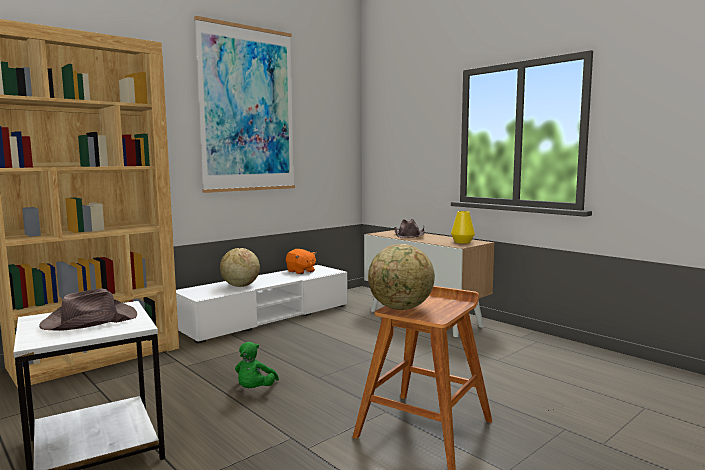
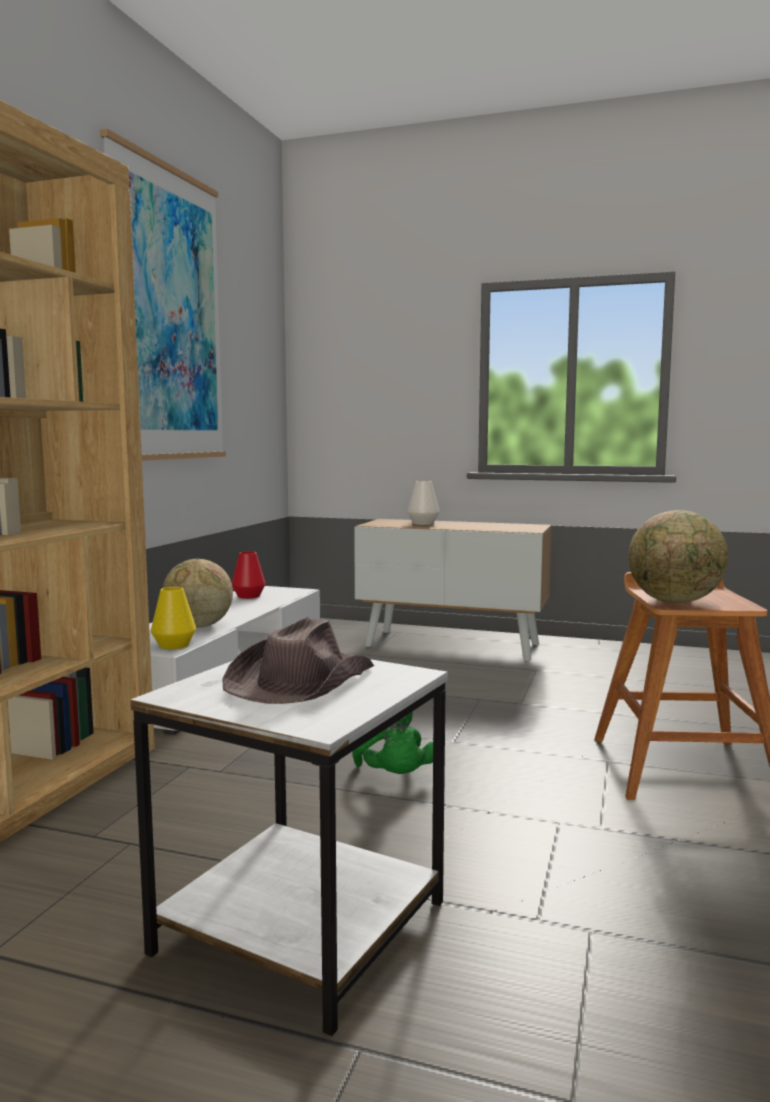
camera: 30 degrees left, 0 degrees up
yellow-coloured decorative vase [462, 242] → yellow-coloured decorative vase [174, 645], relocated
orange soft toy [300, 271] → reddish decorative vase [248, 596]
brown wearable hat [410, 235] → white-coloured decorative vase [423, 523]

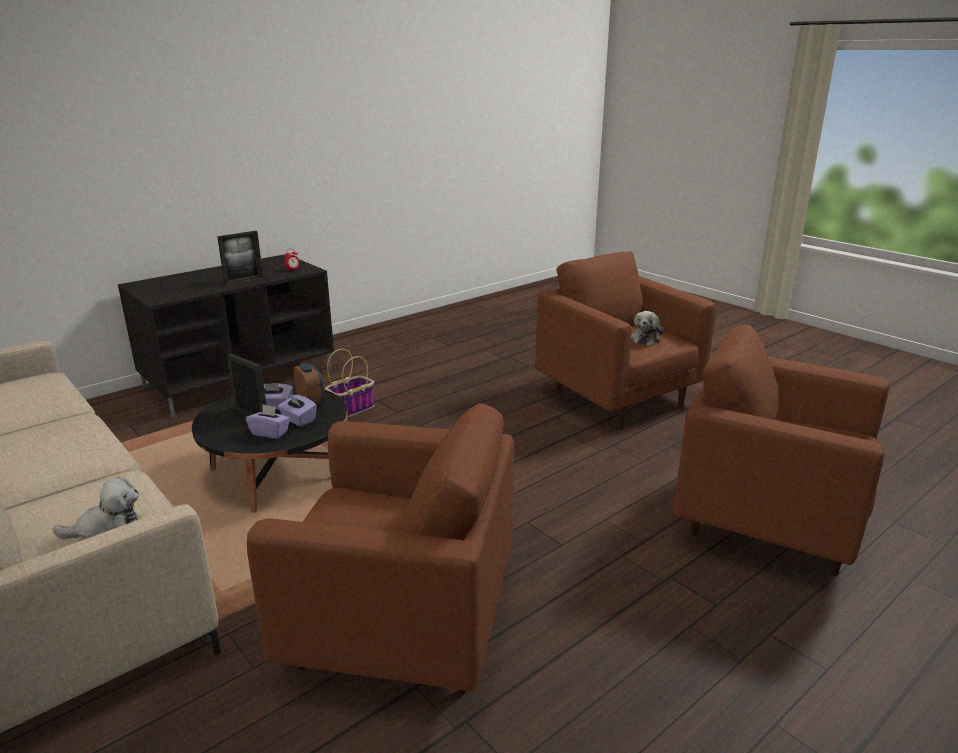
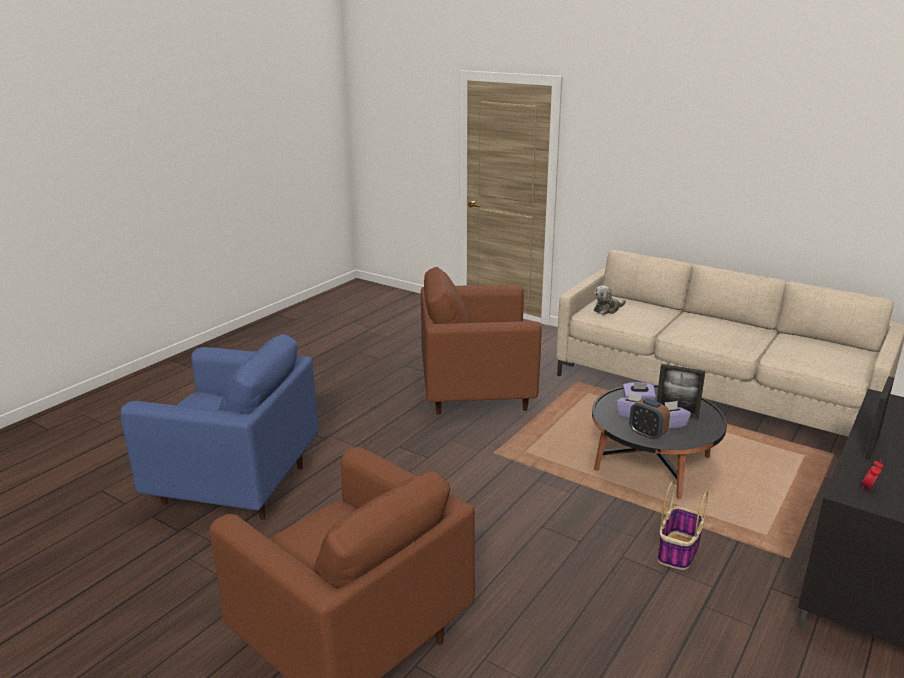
camera: 165 degrees right, 0 degrees up
brown easy chair [767, 523] → bluish easy chair [236, 485]
soft toy [645, 339] → -

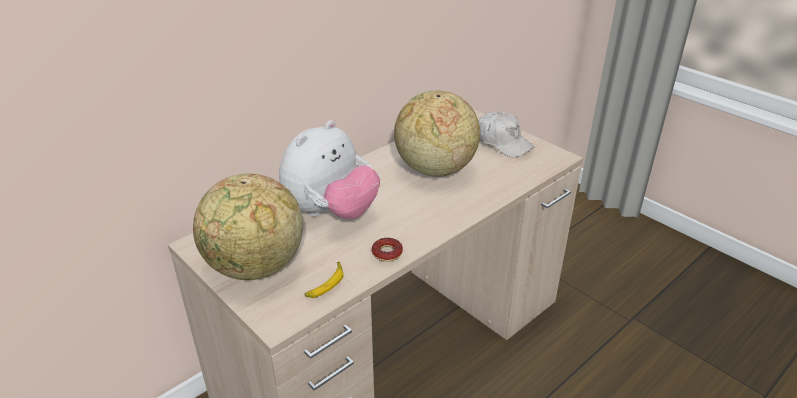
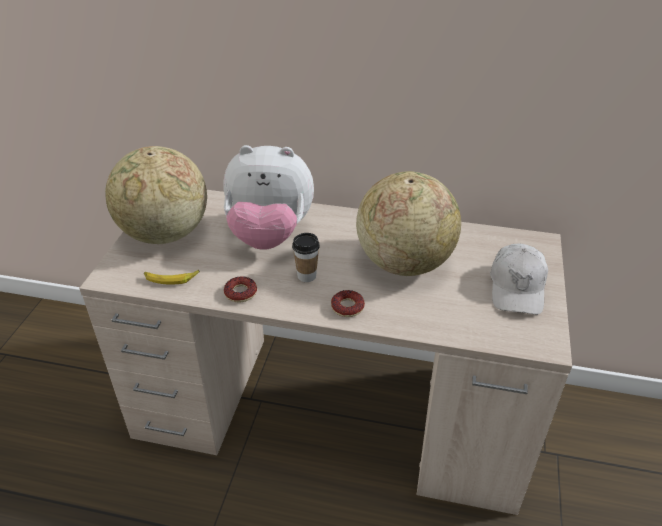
camera: 55 degrees right, 5 degrees up
- → cup [306, 276]
- → doughnut [347, 307]

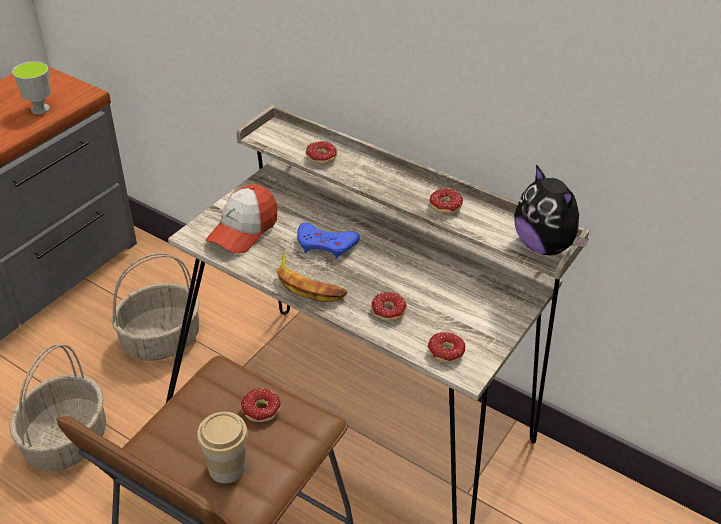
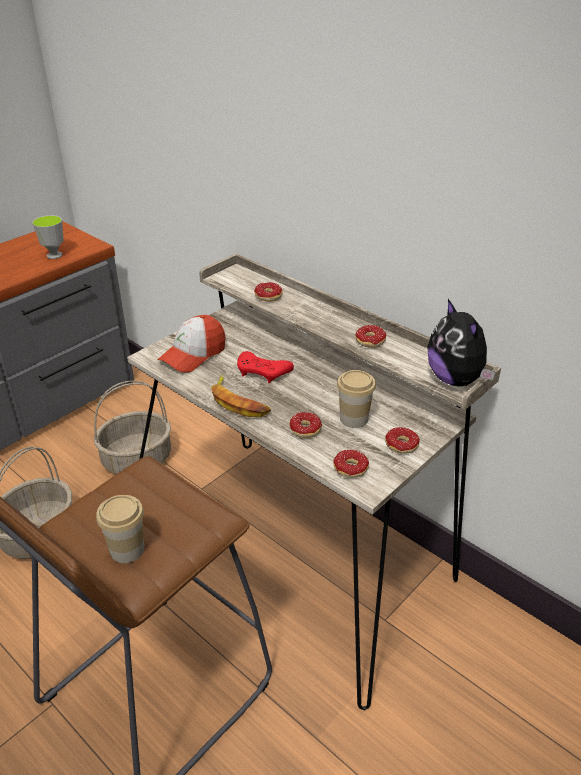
camera: 10 degrees right, 5 degrees down
bluish game controller [326, 244] → reddish game controller [263, 371]
- → cup [354, 419]
doughnut [259, 415] → doughnut [400, 449], relocated

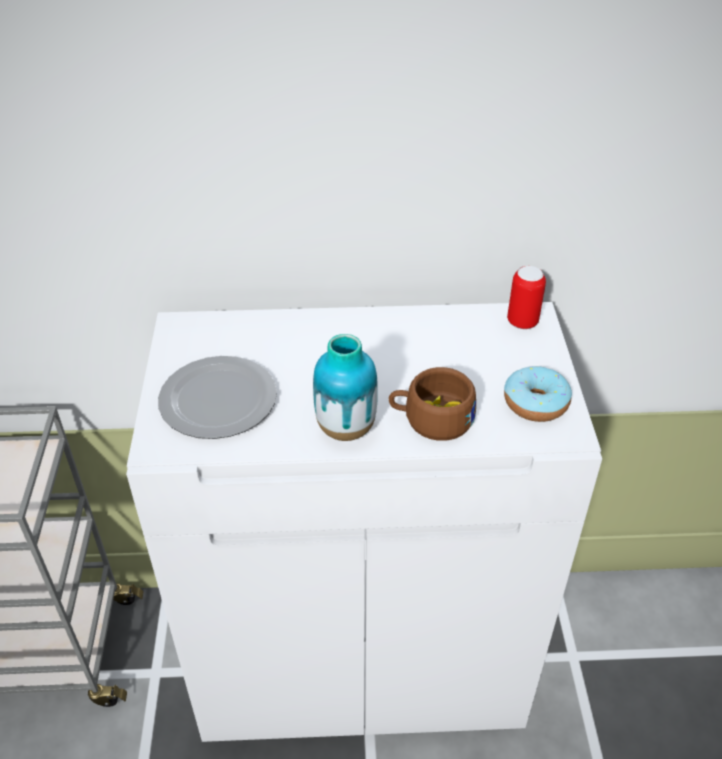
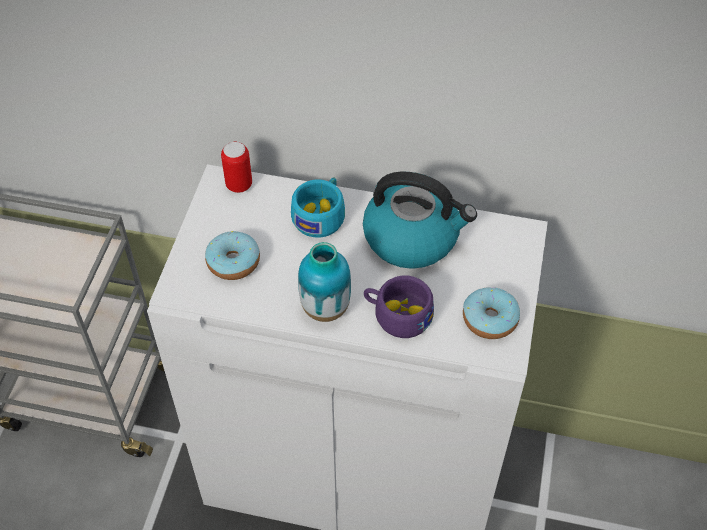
camera: 15 degrees right, 10 degrees up
dinner plate [219, 401] → doughnut [233, 262]
can [522, 322] → can [239, 185], relocated
- → blue-green cup [321, 215]
- → water kettle [413, 238]
brown cup [431, 419] → purplish cup [397, 315]

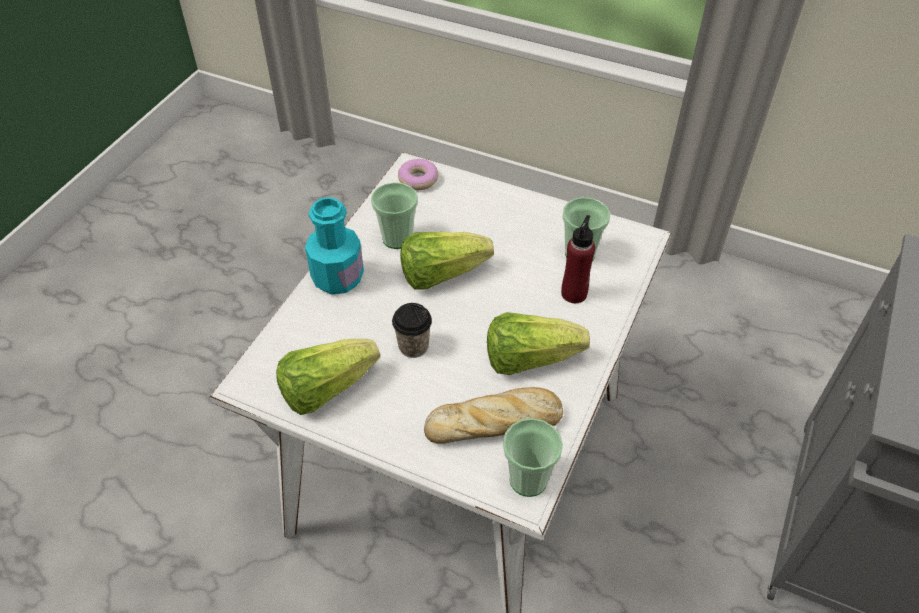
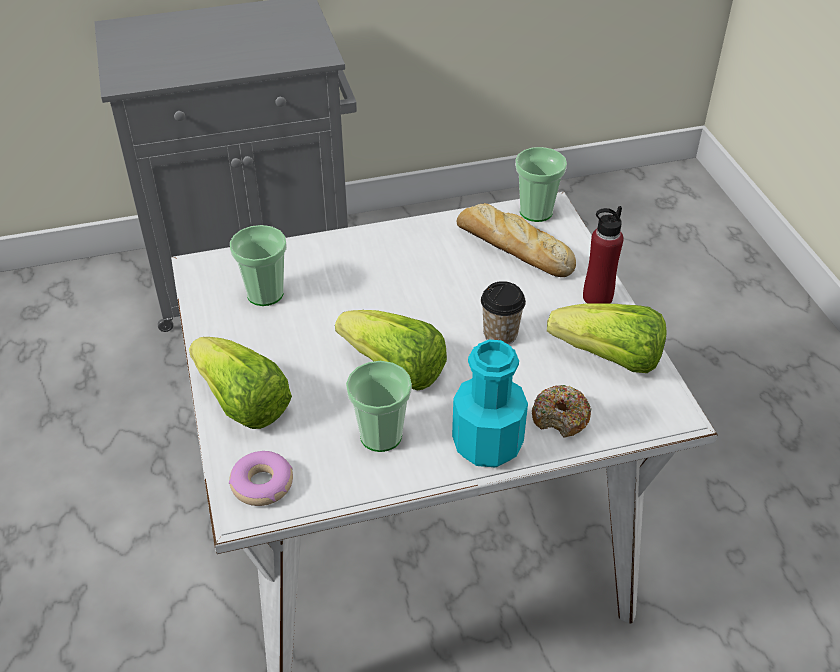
camera: 130 degrees left, 5 degrees down
lettuce [529, 359] → lettuce [242, 403], relocated
- → doughnut [560, 418]
reddish bottle [574, 293] → reddish bottle [597, 297], relocated

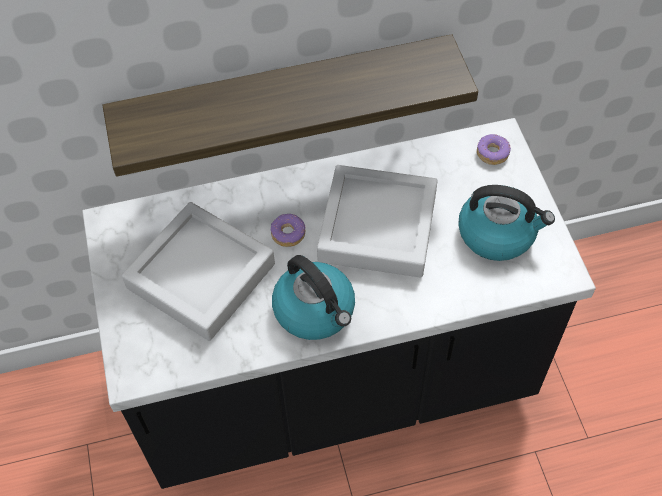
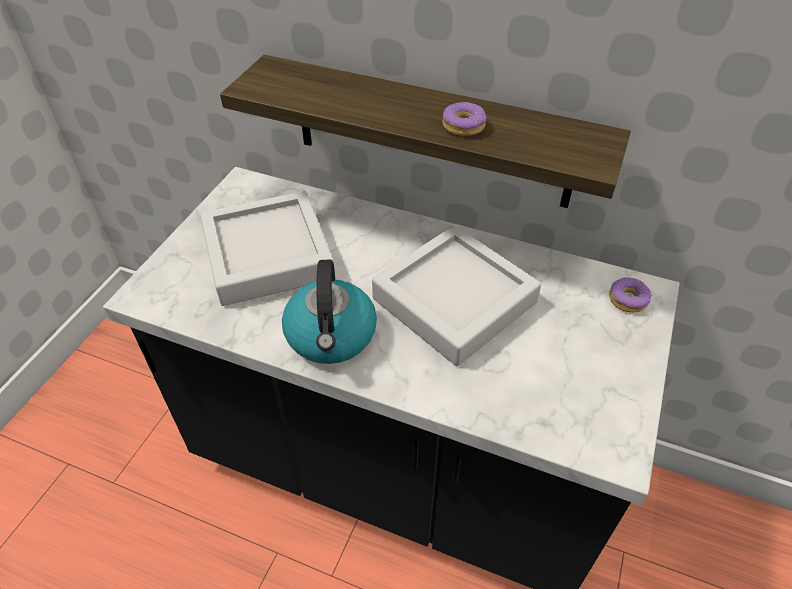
camera: 35 degrees right, 10 degrees down
doughnut [288, 233] → doughnut [463, 126], relocated
water kettle [498, 234] → -

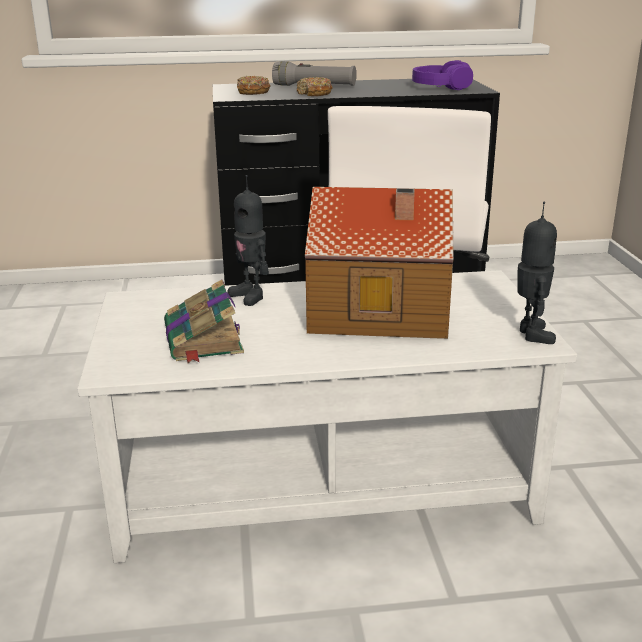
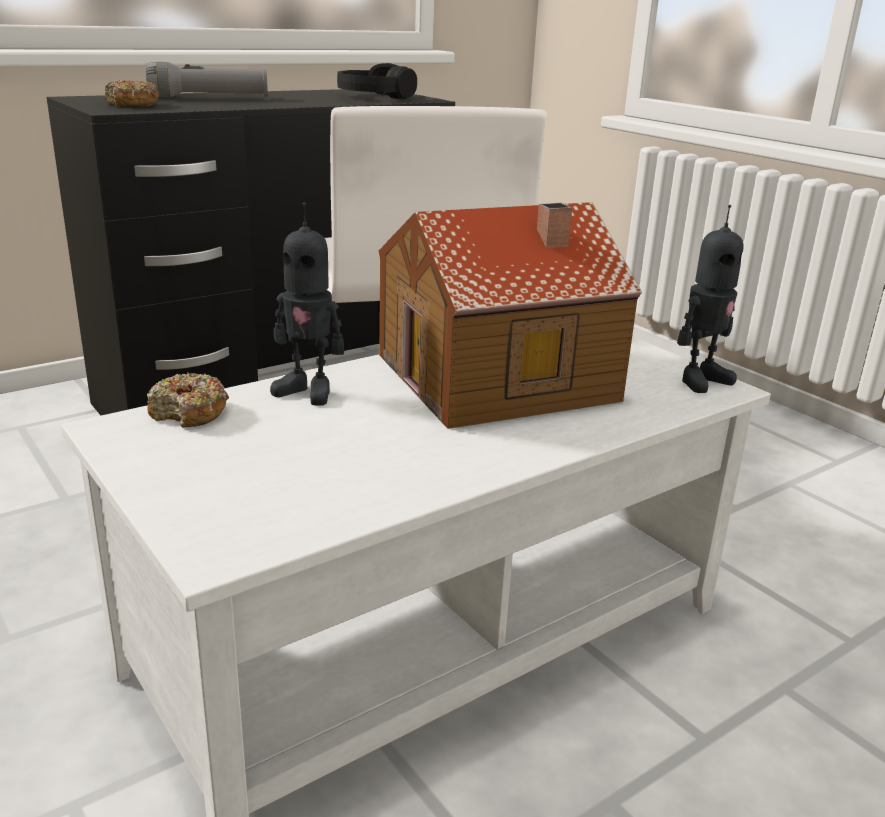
camera: 30 degrees left, 0 degrees up
doughnut [314, 93] → doughnut [189, 412], relocated
purplish pair of headphones [441, 87] → blackish pair of headphones [375, 96]
robot figure [530, 334] → robot figure [700, 380], 90 degrees clockwise
bound book [203, 340] → -

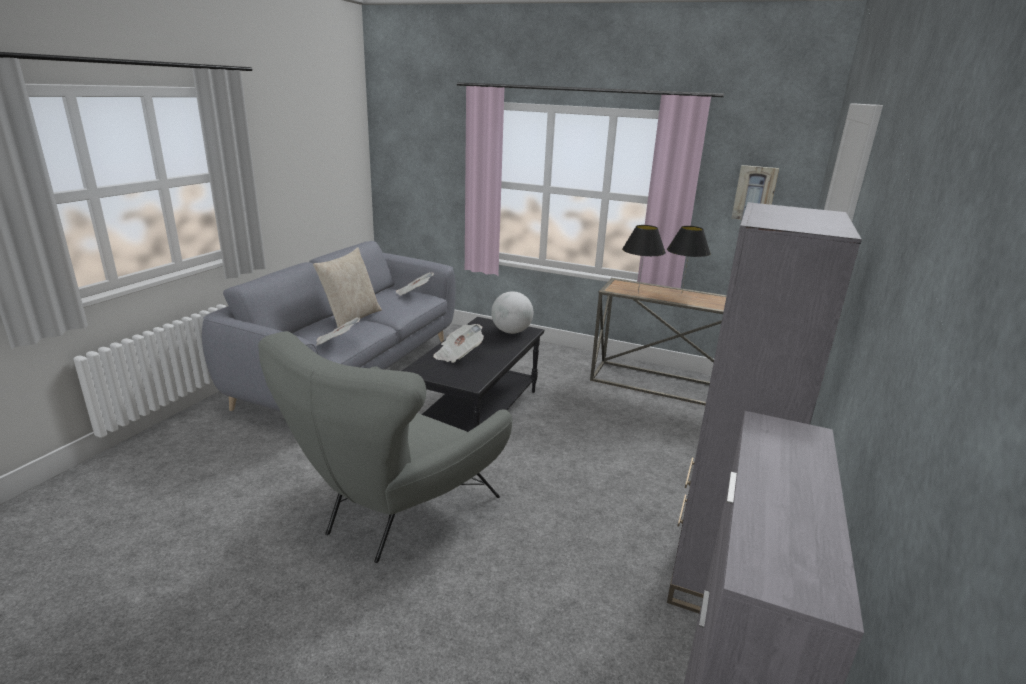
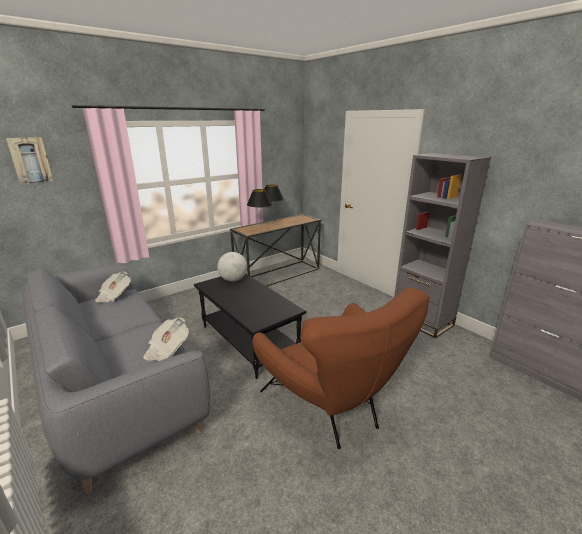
camera: 60 degrees left, 0 degrees up
picture [754, 193] → picture [30, 160], relocated
greyish easy chair [394, 513] → brown easy chair [333, 407]
sand-coloured cushion [351, 319] → -
newspaper [458, 355] → -

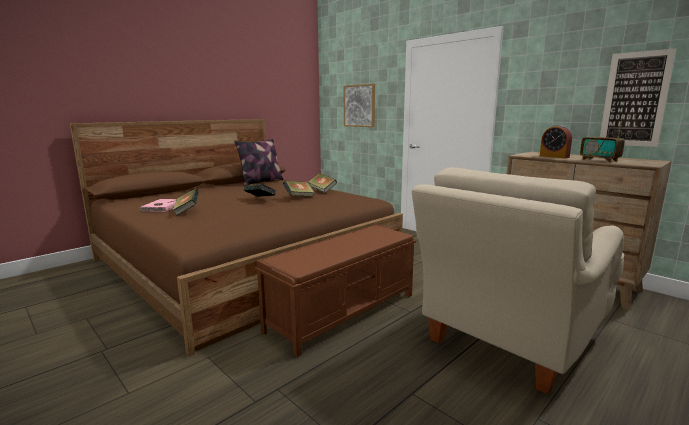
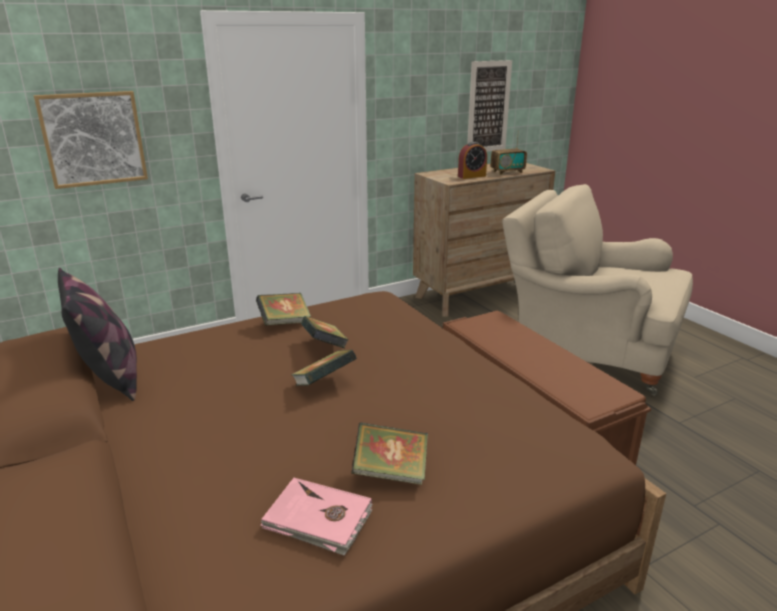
camera: 75 degrees left, 10 degrees up
sand-coloured easy chair [509, 339] → sand-coloured easy chair [587, 354], 150 degrees clockwise

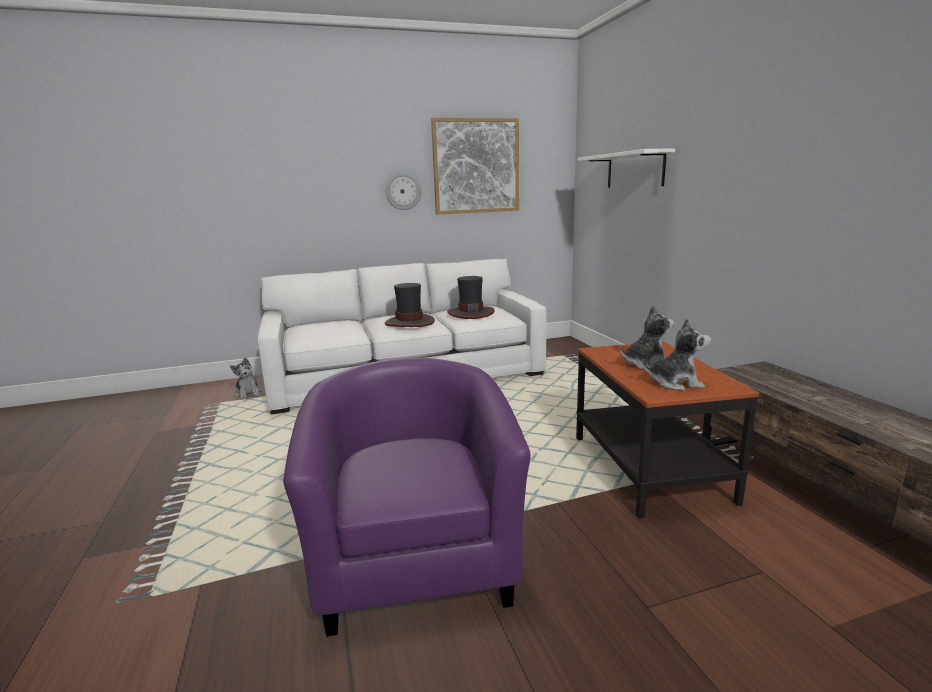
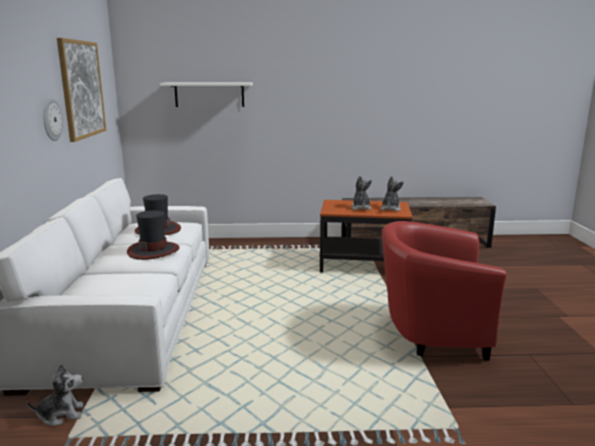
camera: 75 degrees left, 0 degrees up
purplish easy chair [416, 560] → reddish easy chair [431, 332]

